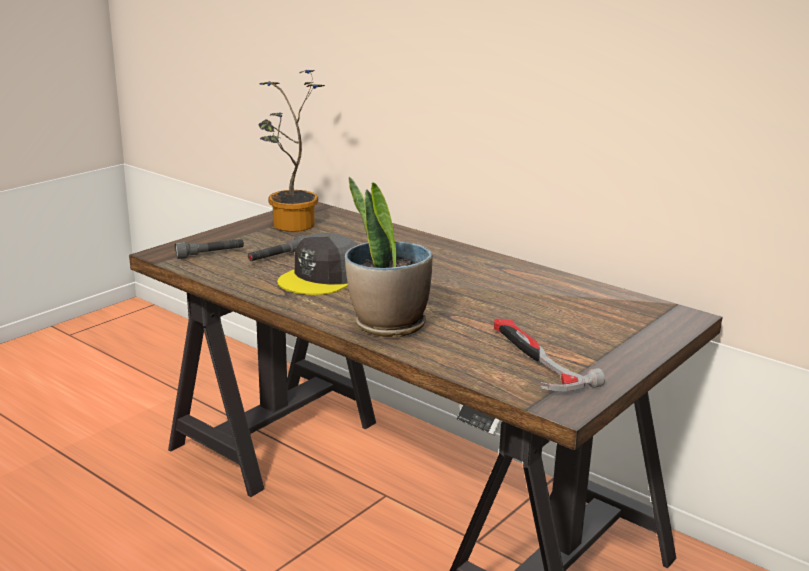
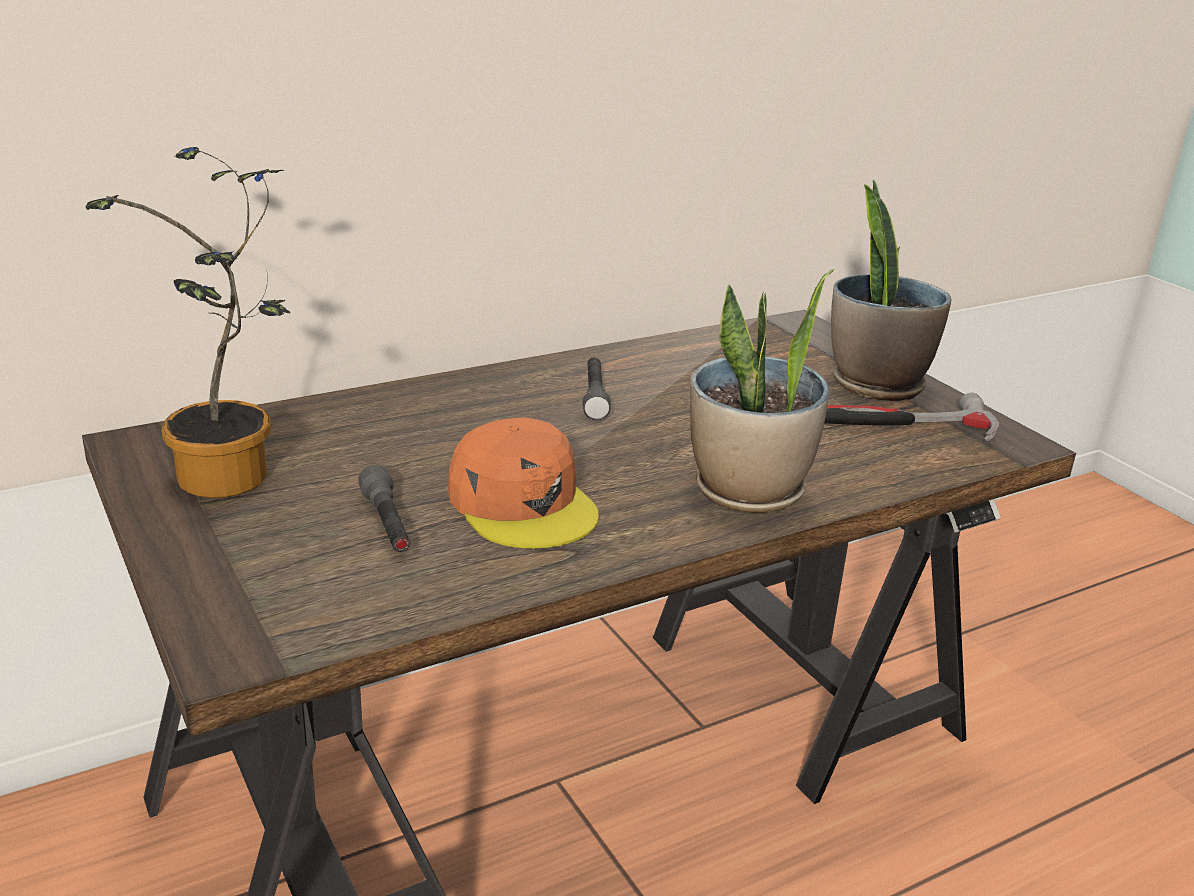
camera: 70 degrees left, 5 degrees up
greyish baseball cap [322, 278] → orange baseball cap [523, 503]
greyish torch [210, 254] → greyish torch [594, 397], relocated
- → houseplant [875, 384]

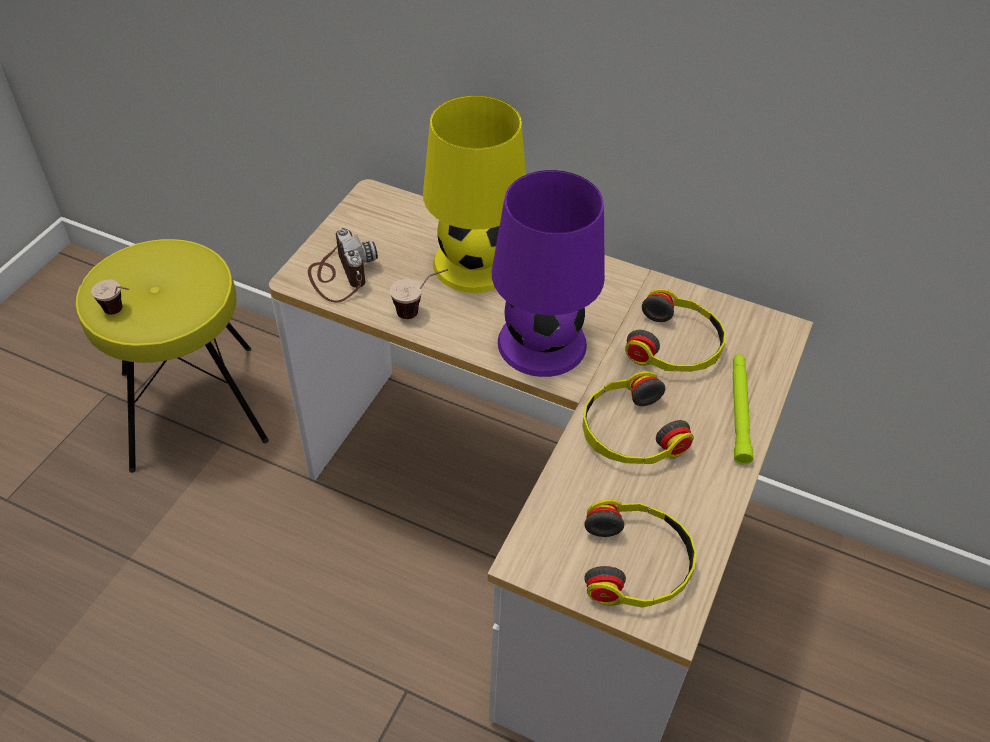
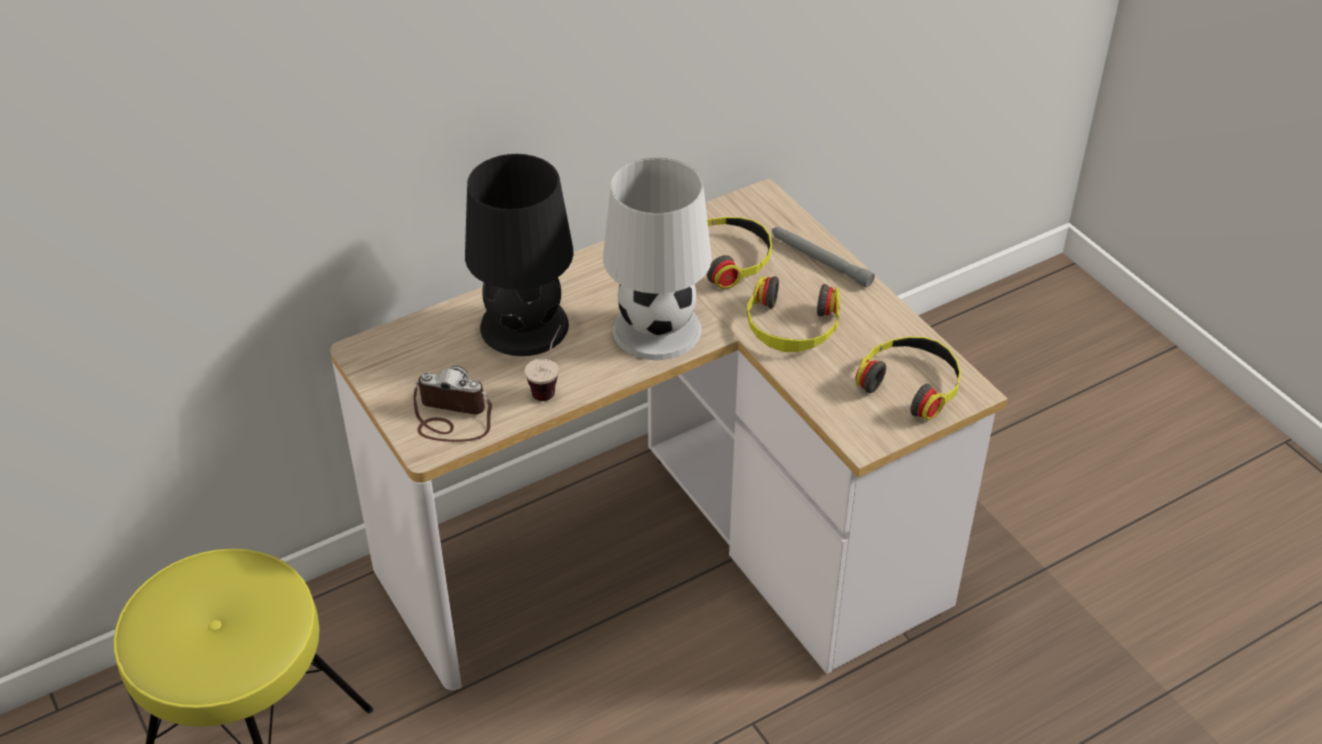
camera: 55 degrees left, 5 degrees down
yellow-coloured table lamp [475, 263] → blackish table lamp [525, 325]
purplish table lamp [543, 343] → white-coloured table lamp [658, 329]
green-coloured torch [739, 410] → greyish torch [819, 260]
cup [121, 312] → -

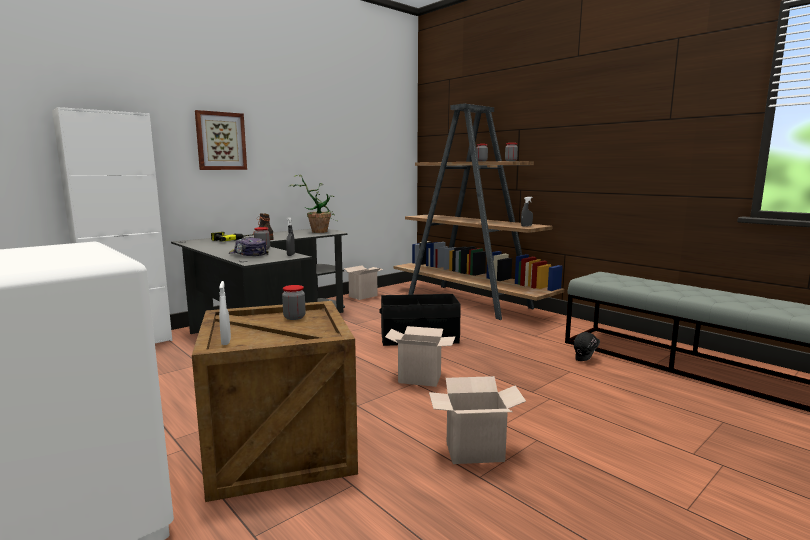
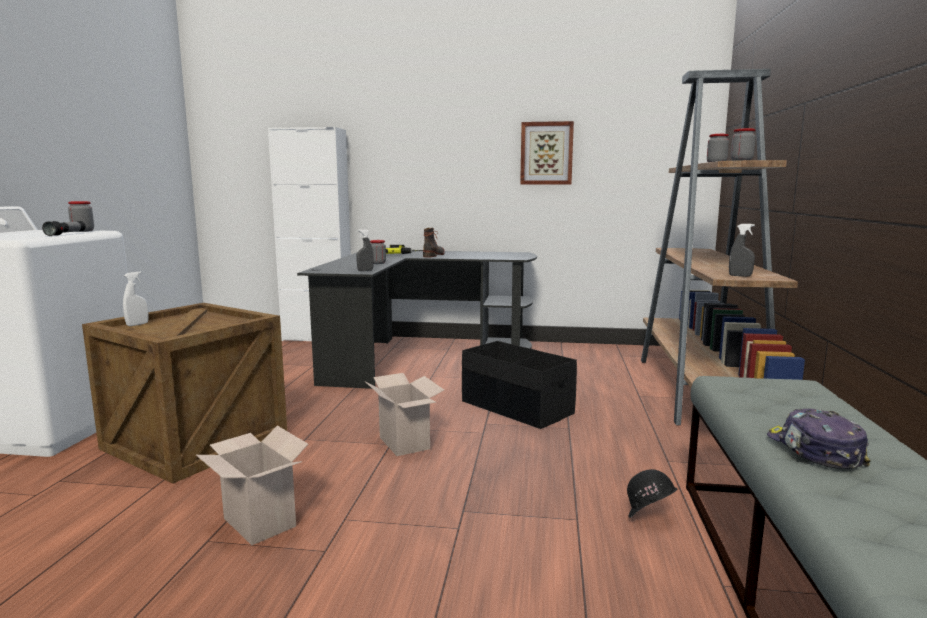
camera: 50 degrees right, 0 degrees up
- → torch [66, 234]
jar [294, 317] → jar [83, 231], relocated
picture [221, 141] → picture [546, 153], relocated
baseball cap [248, 254] → baseball cap [813, 451], relocated
houseplant [318, 231] → -
carton [363, 296] → -

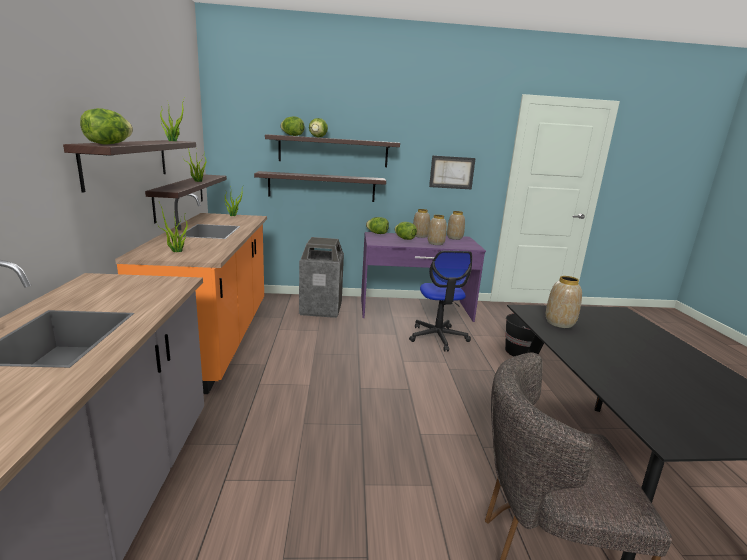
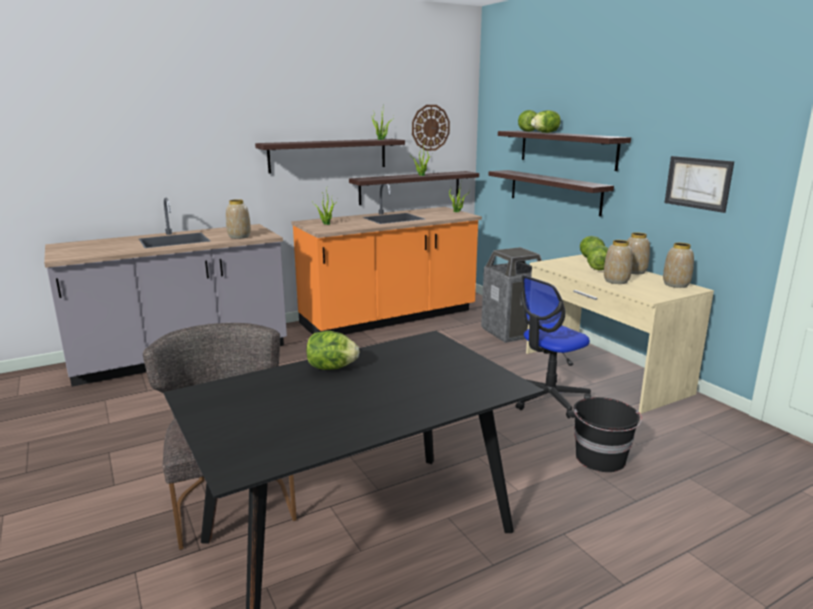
camera: 65 degrees right, 0 degrees up
decorative vase [560, 323] → decorative vase [239, 237], relocated
lettuce [108, 144] → lettuce [331, 368], relocated
- → hanging clock [430, 127]
purplish desk table [415, 309] → sand-coloured desk table [603, 372]

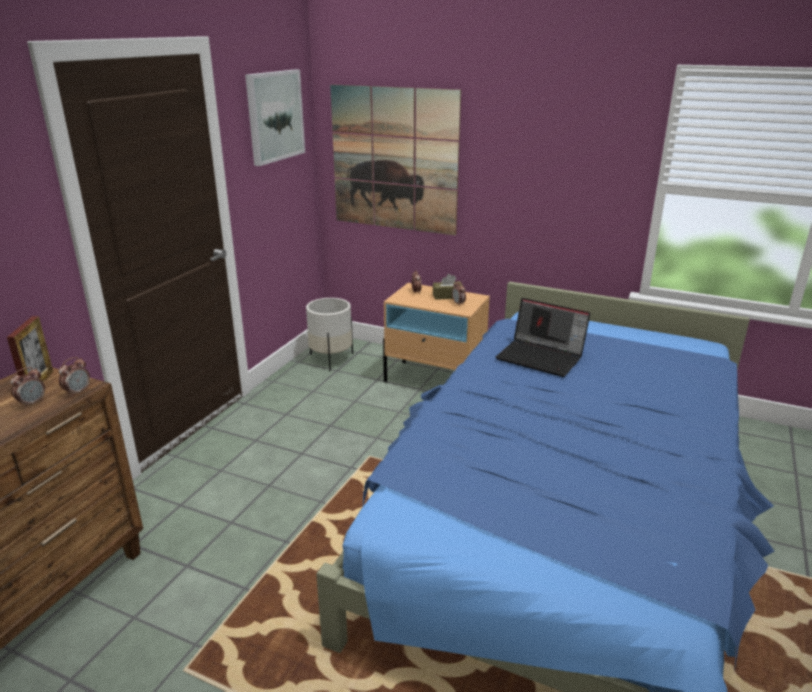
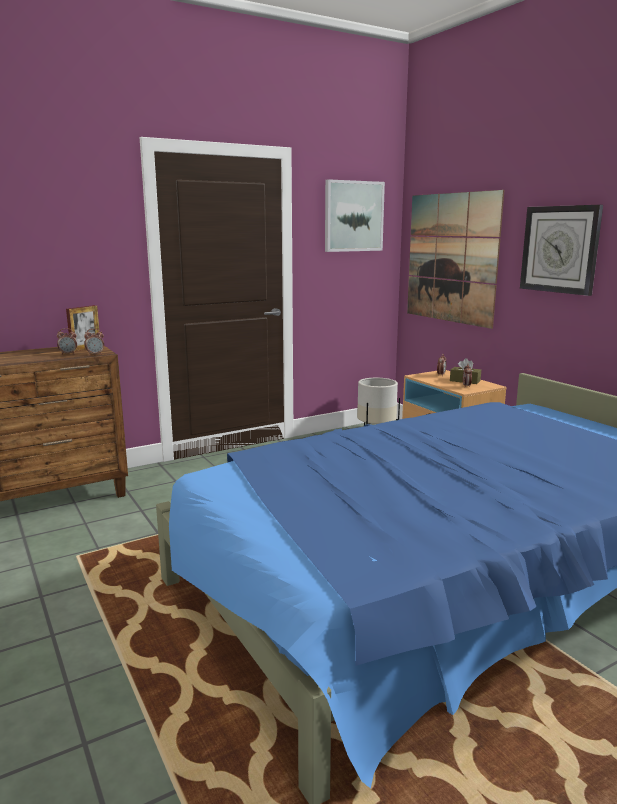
camera: 35 degrees right, 10 degrees down
- → hanging clock [560, 249]
portable computer [541, 357] → -

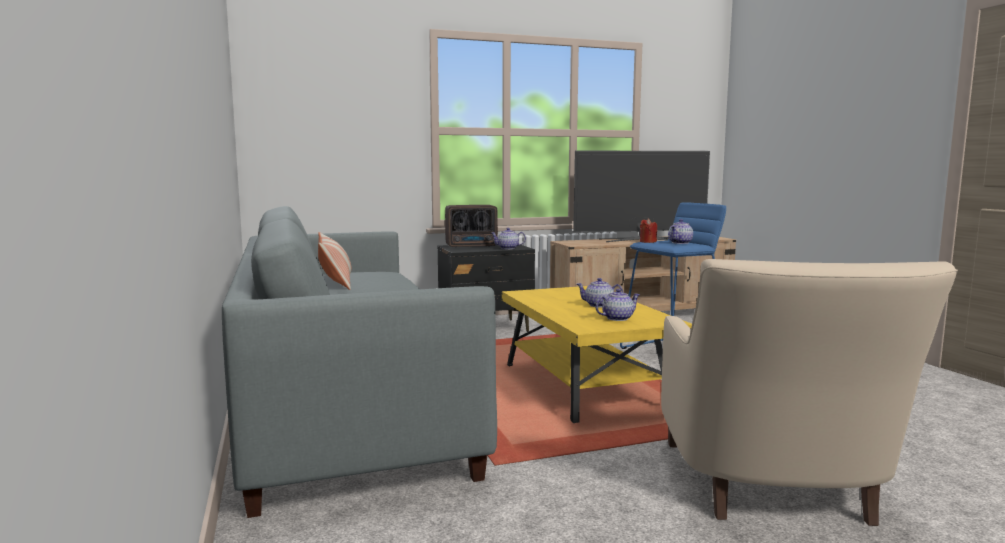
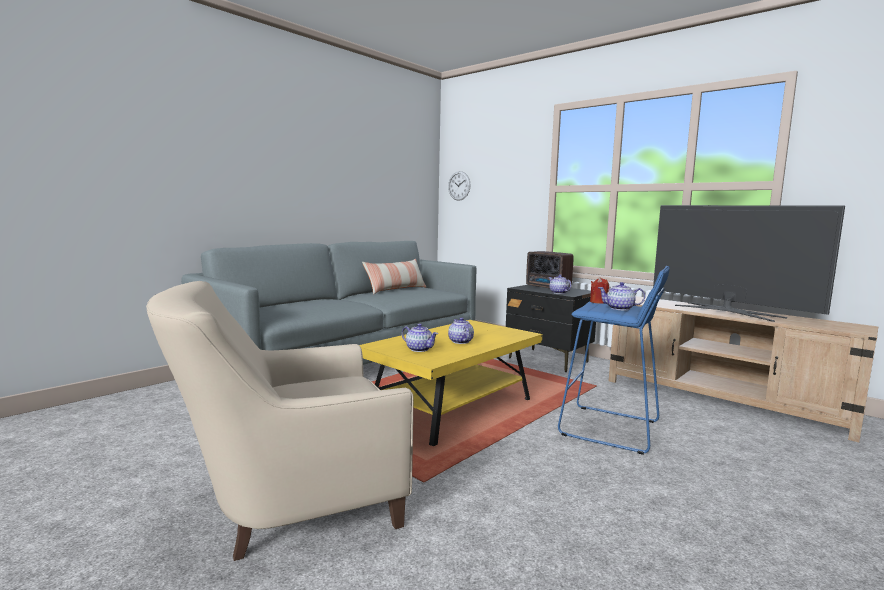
camera: 60 degrees right, 0 degrees up
- → hanging clock [459, 185]

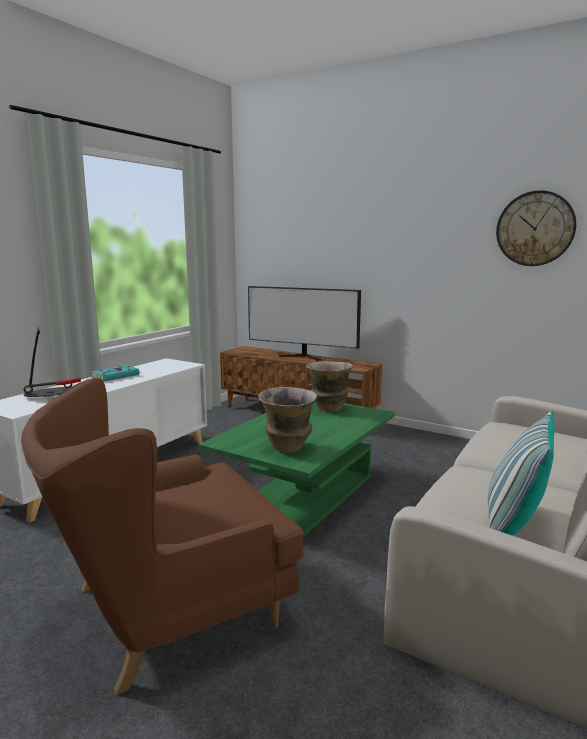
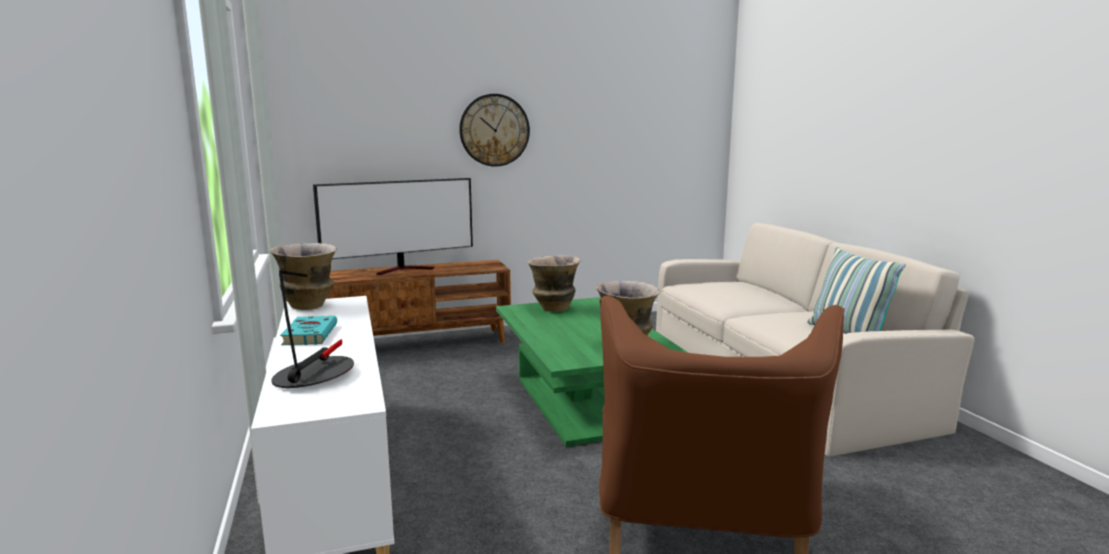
camera: 50 degrees left, 0 degrees up
- → decorative vase [309, 306]
hanging clock [535, 229] → hanging clock [494, 130], relocated

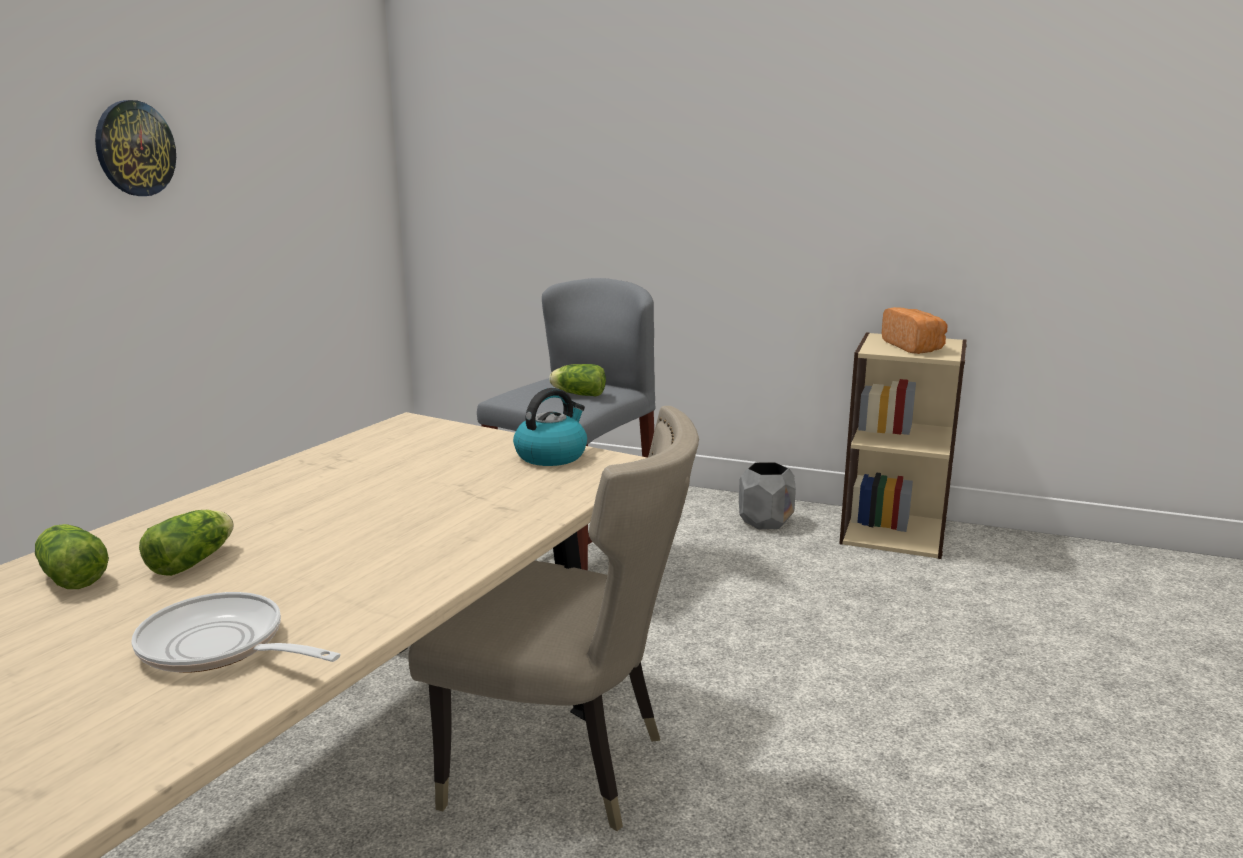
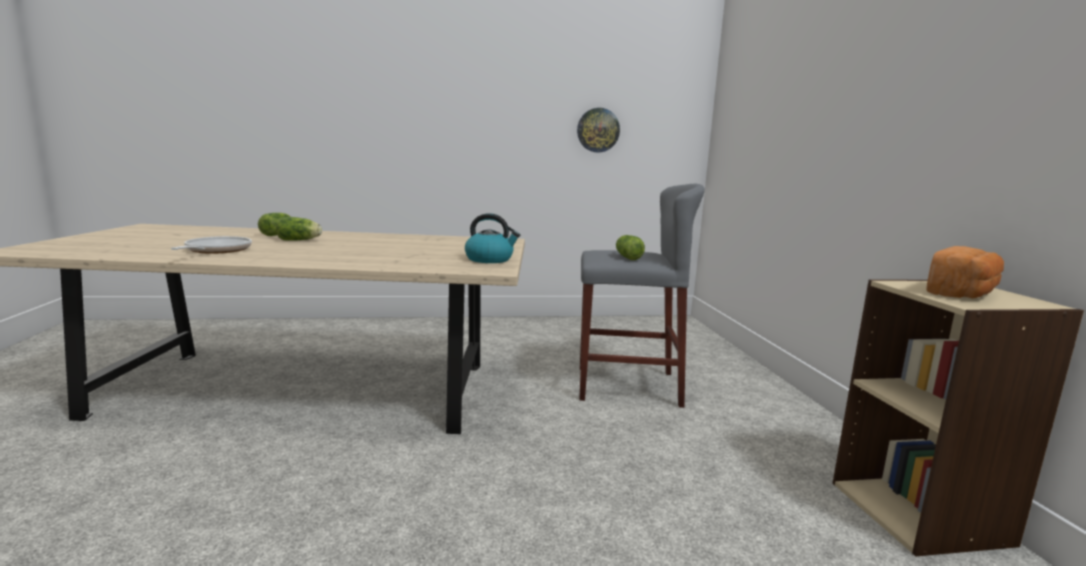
camera: 60 degrees right, 5 degrees down
hanging clock [134, 148] → hanging clock [598, 130], relocated
sand-coloured chair [565, 766] → -
greyish plant pot [766, 521] → -

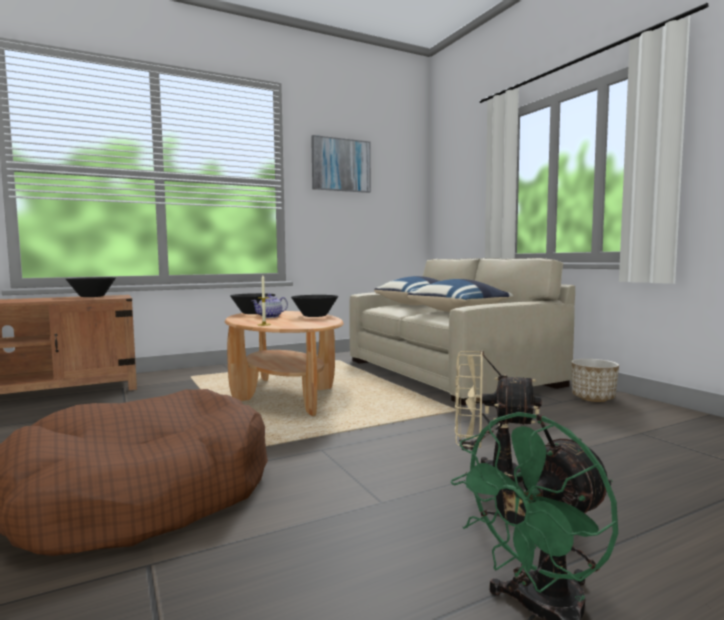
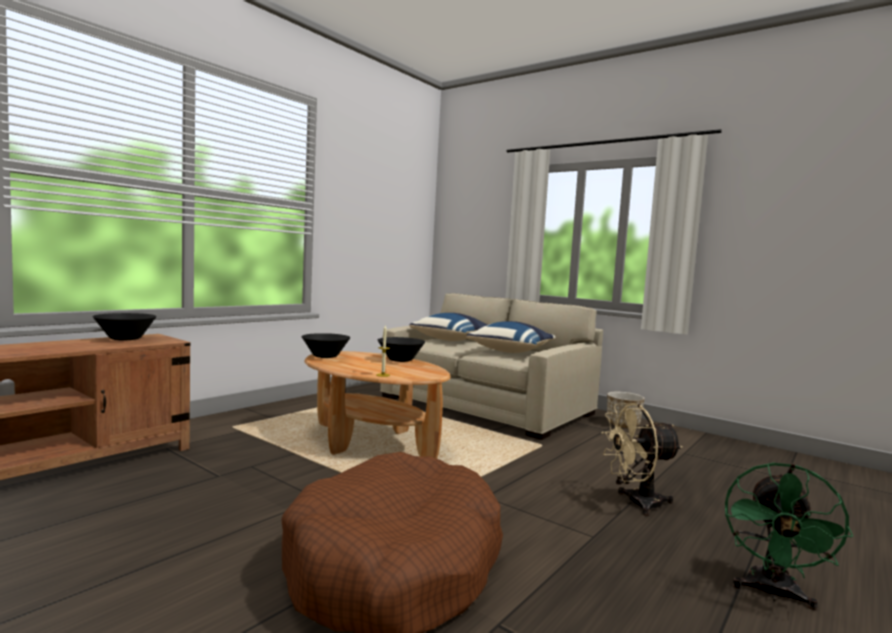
camera: 25 degrees left, 0 degrees up
tea pot [270, 317] → -
picture [341, 165] → -

